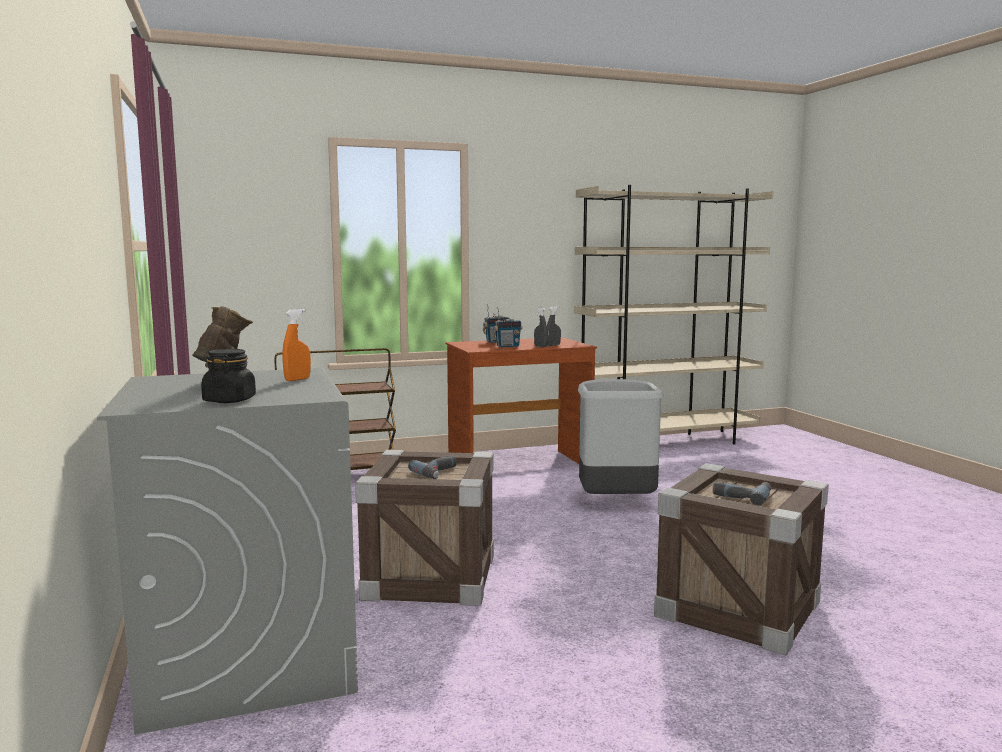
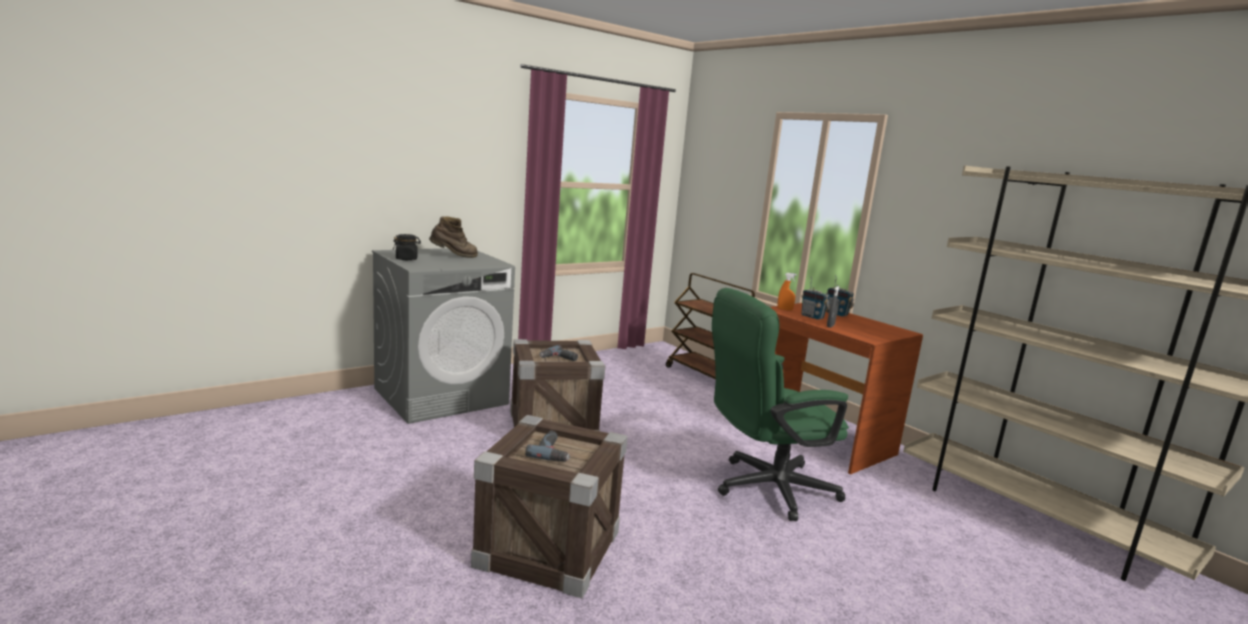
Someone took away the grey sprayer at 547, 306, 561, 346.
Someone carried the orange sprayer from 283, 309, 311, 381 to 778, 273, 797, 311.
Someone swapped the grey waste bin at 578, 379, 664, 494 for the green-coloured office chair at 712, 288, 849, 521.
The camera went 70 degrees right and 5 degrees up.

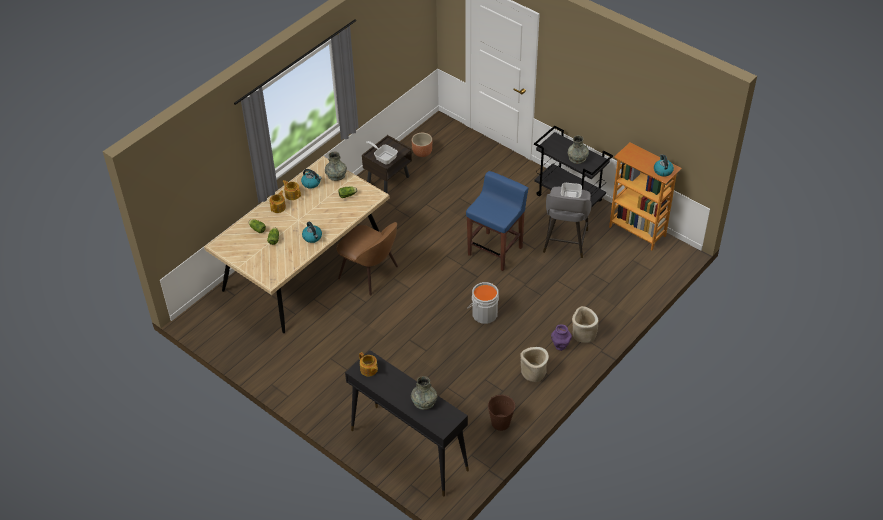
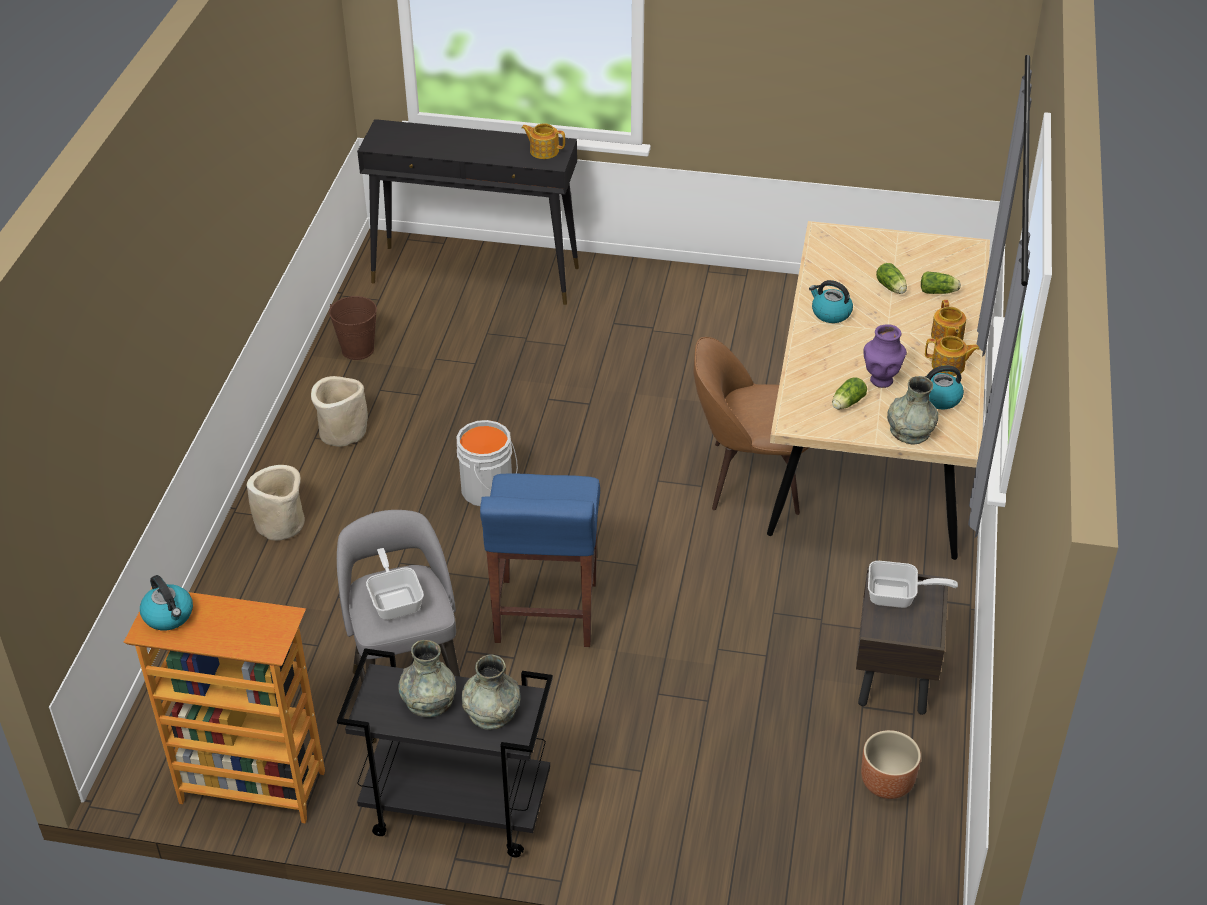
Someone carried the grey vase from 411, 376, 437, 410 to 462, 655, 521, 730.
Someone carried the purple vase from 551, 324, 572, 351 to 864, 325, 907, 388.
The camera went 150 degrees right and 5 degrees down.

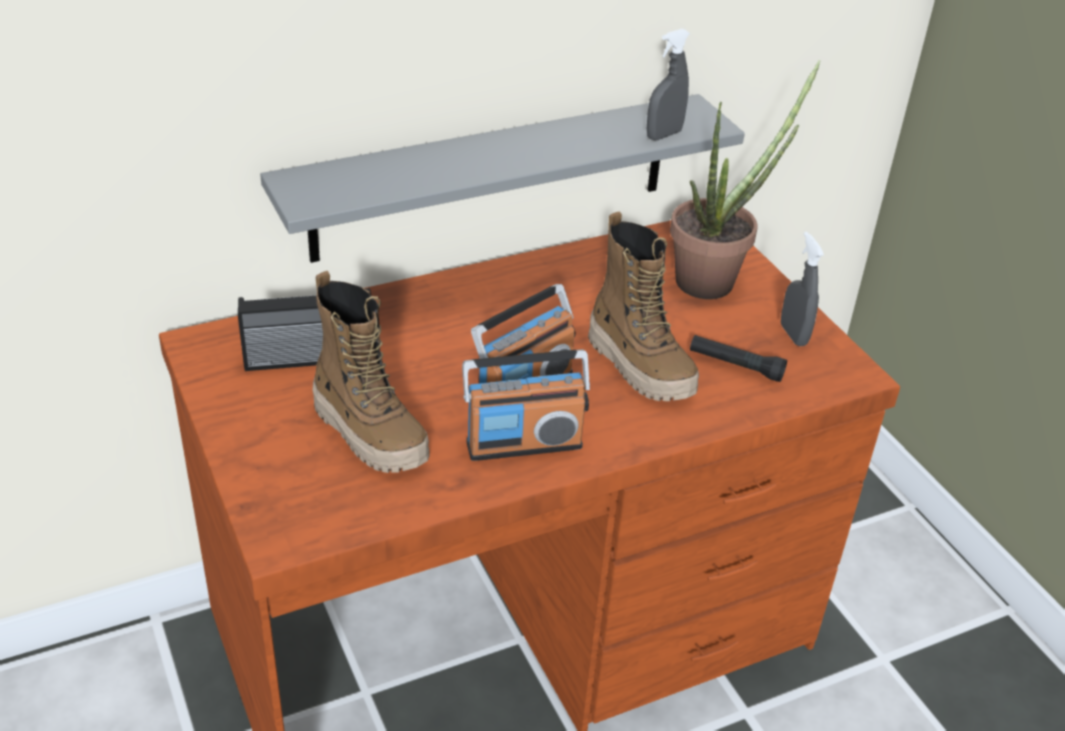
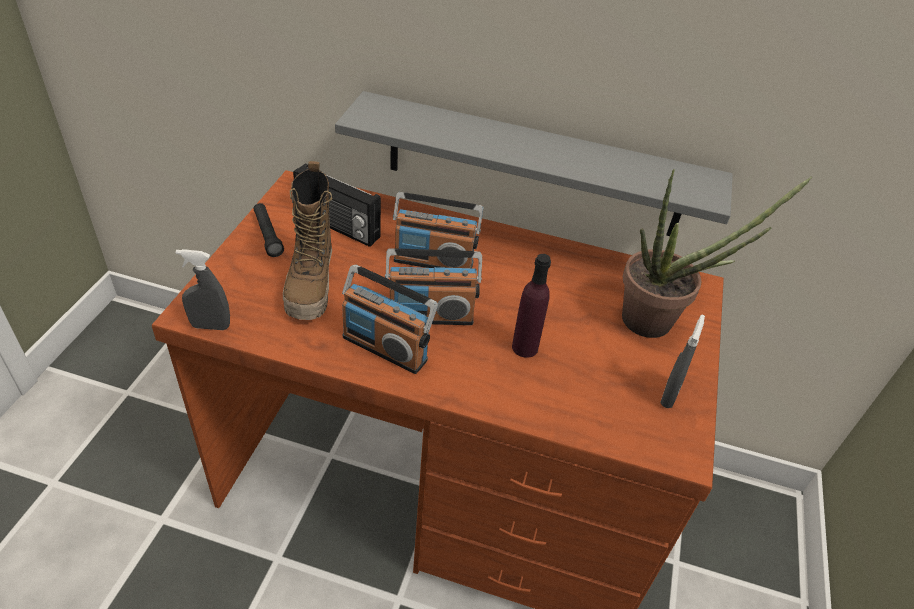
Someone put down the radio receiver at 393, 192, 483, 268.
Someone carried the grey sprayer from 647, 28, 690, 141 to 176, 249, 230, 330.
Someone carried the blackish torch from 690, 335, 787, 382 to 253, 203, 284, 257.
Someone swapped the boot at 588, 211, 699, 401 for the purple beverage bottle at 512, 254, 551, 358.
The camera went 40 degrees right and 5 degrees up.

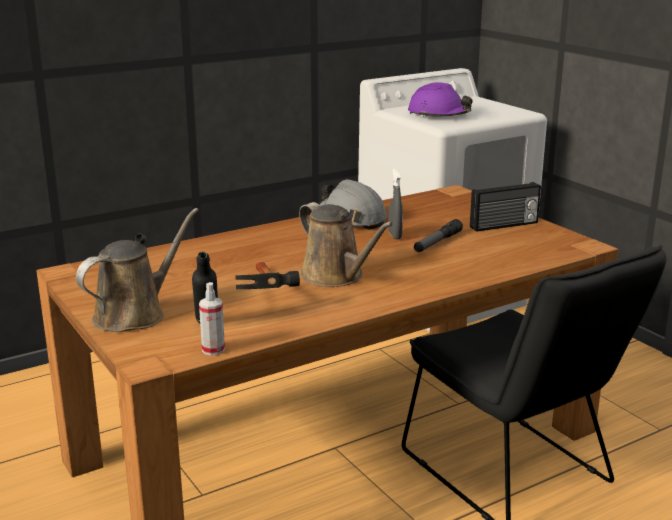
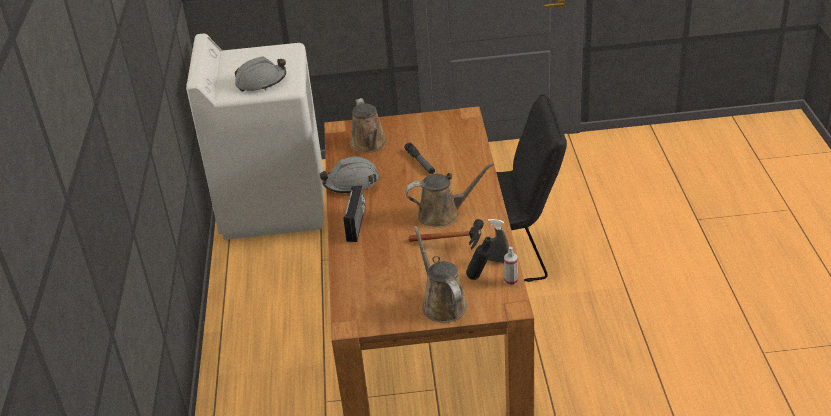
Someone put down the brown-coloured sprinkling can at 350, 98, 387, 153.
Someone carried the grey sprayer from 388, 169, 403, 240 to 488, 219, 509, 263.
Someone carried the radio receiver from 470, 182, 541, 232 to 343, 186, 365, 242.
Someone repainted the purple hard hat at 408, 82, 473, 118, which became the grey hard hat at 235, 56, 286, 92.
The camera went 60 degrees left and 15 degrees up.

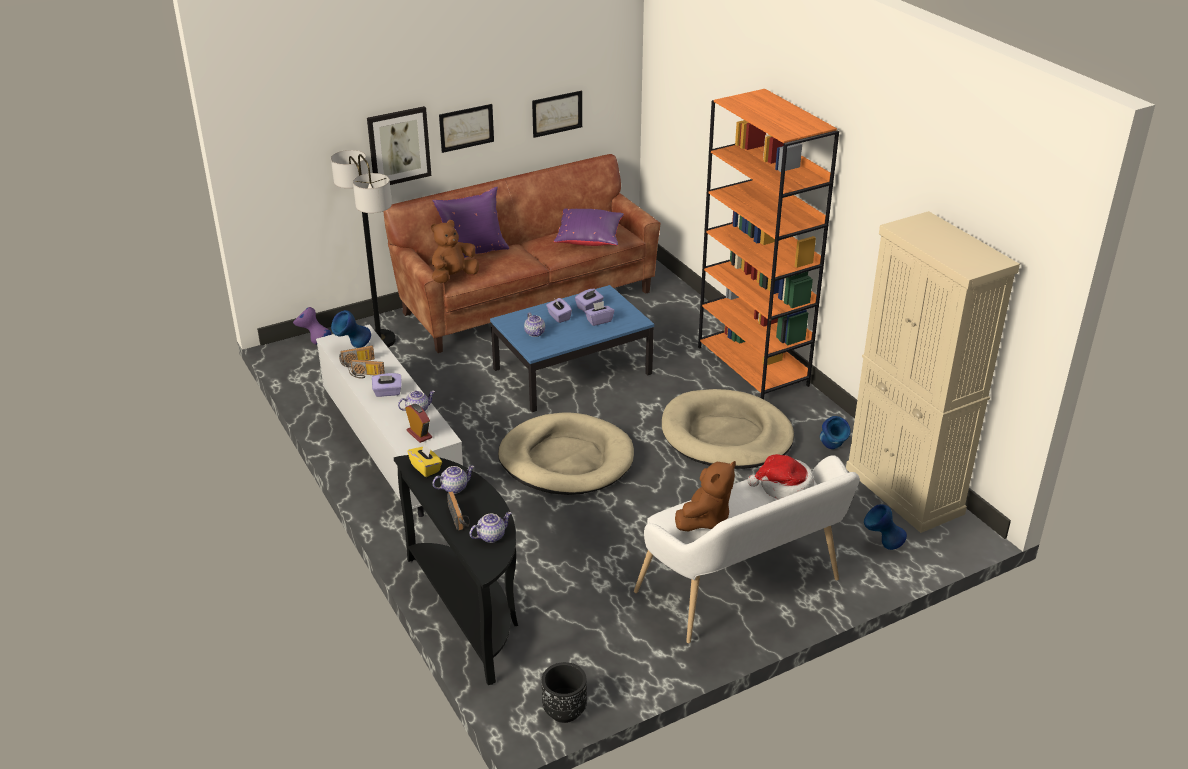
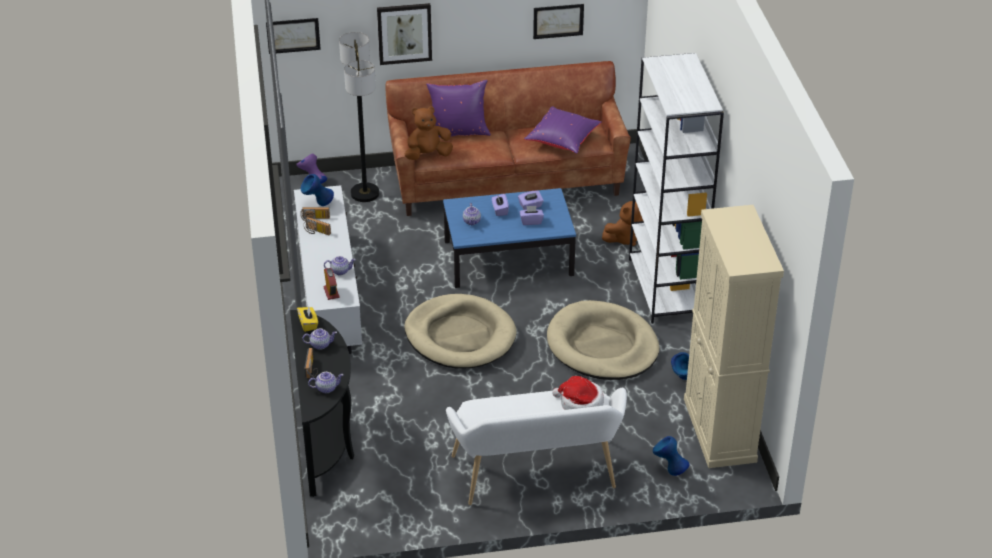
Someone took away the purple tissue box at 372, 373, 402, 397.
Someone took away the blackish planter at 542, 662, 587, 723.
Someone carried the picture from 439, 104, 494, 153 to 266, 18, 321, 54.
Someone carried the brown-coloured cuddly toy from 675, 461, 736, 531 to 602, 201, 643, 246.
Someone repainted the orange bookshelf at 698, 89, 839, 399, which became the white-coloured bookshelf at 629, 53, 724, 324.
The camera went 20 degrees right and 5 degrees up.

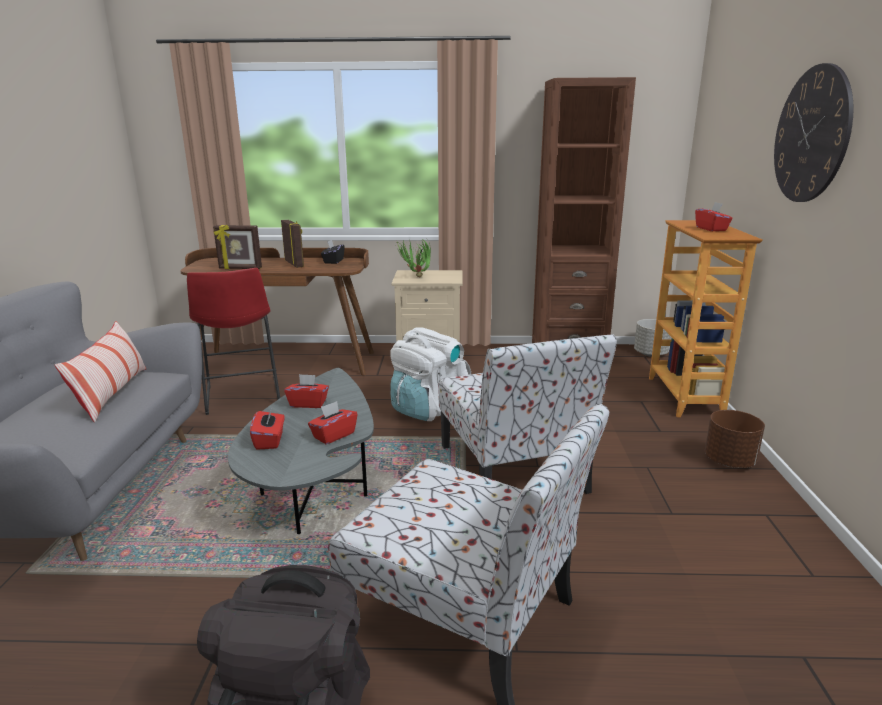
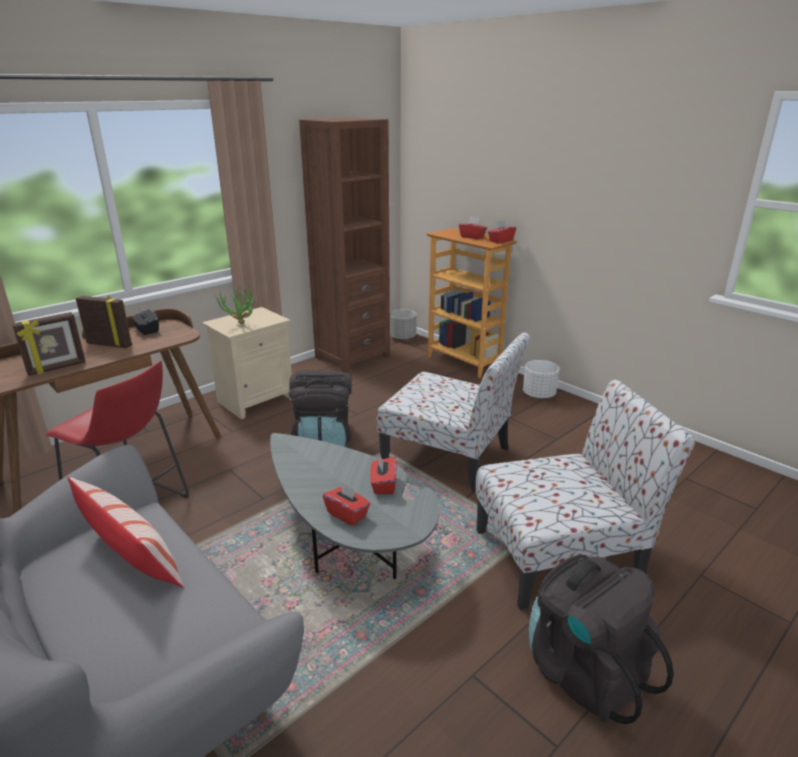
Someone took away the wall clock at 774, 63, 853, 202.
Someone carried the red tissue box from 284, 374, 329, 408 to 488, 220, 516, 244.
Someone repainted the white-coloured knapsack at 390, 327, 471, 421, which became the blackish knapsack at 288, 370, 352, 447.
Someone repainted the brown-coloured planter at 705, 410, 765, 468, which became the white-coloured planter at 523, 360, 559, 398.
The camera went 45 degrees left and 5 degrees up.

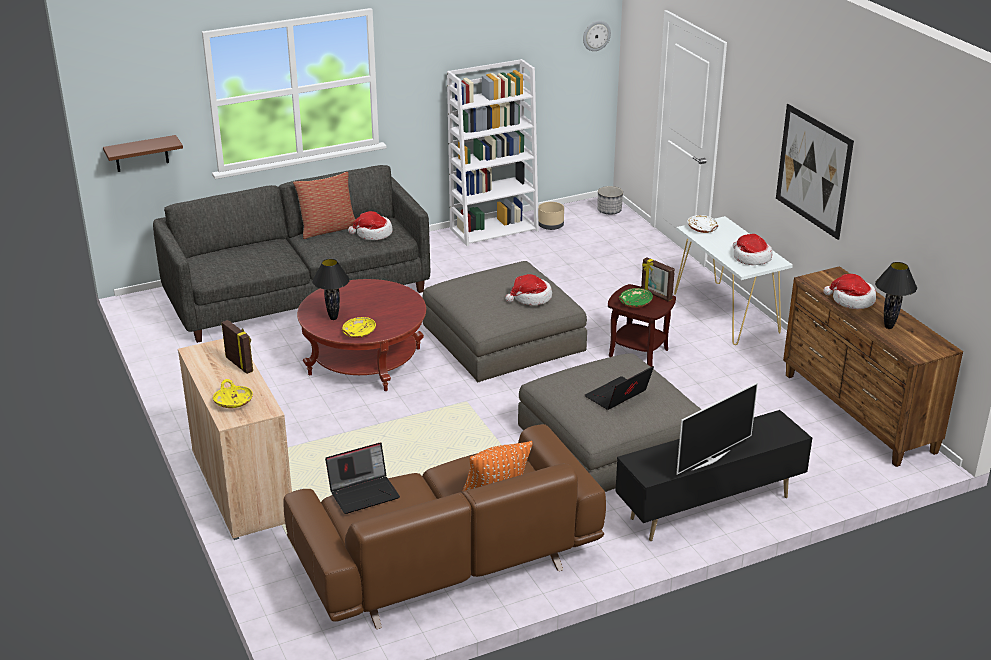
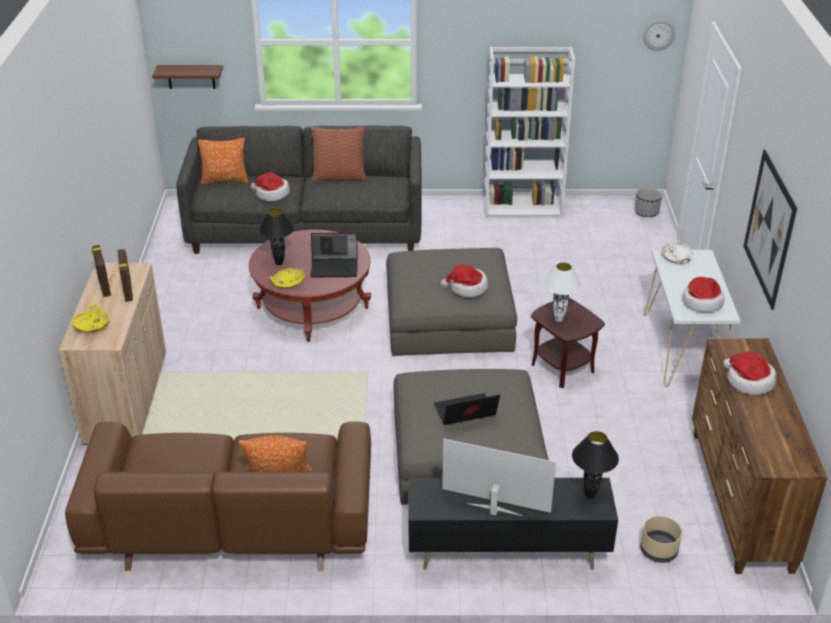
Someone put down the orange throw pillow at 198, 138, 248, 185.
Someone carried the laptop from 325, 442, 400, 514 to 311, 233, 358, 277.
Someone carried the clothing hat from 348, 211, 393, 240 to 251, 172, 290, 201.
Someone carried the beige planter from 538, 202, 564, 230 to 640, 516, 682, 563.
Someone carried the photo frame from 641, 257, 675, 302 to 92, 245, 111, 297.
Someone carried the blackish lamp for a table from 875, 262, 917, 329 to 572, 431, 619, 499.
Someone swapped the green-coloured bowl at 619, 288, 653, 307 for the white-coloured lamp for a table at 543, 262, 581, 322.
Someone rotated the television at 676, 383, 758, 475 by 150 degrees counterclockwise.
The camera went 25 degrees right and 5 degrees up.

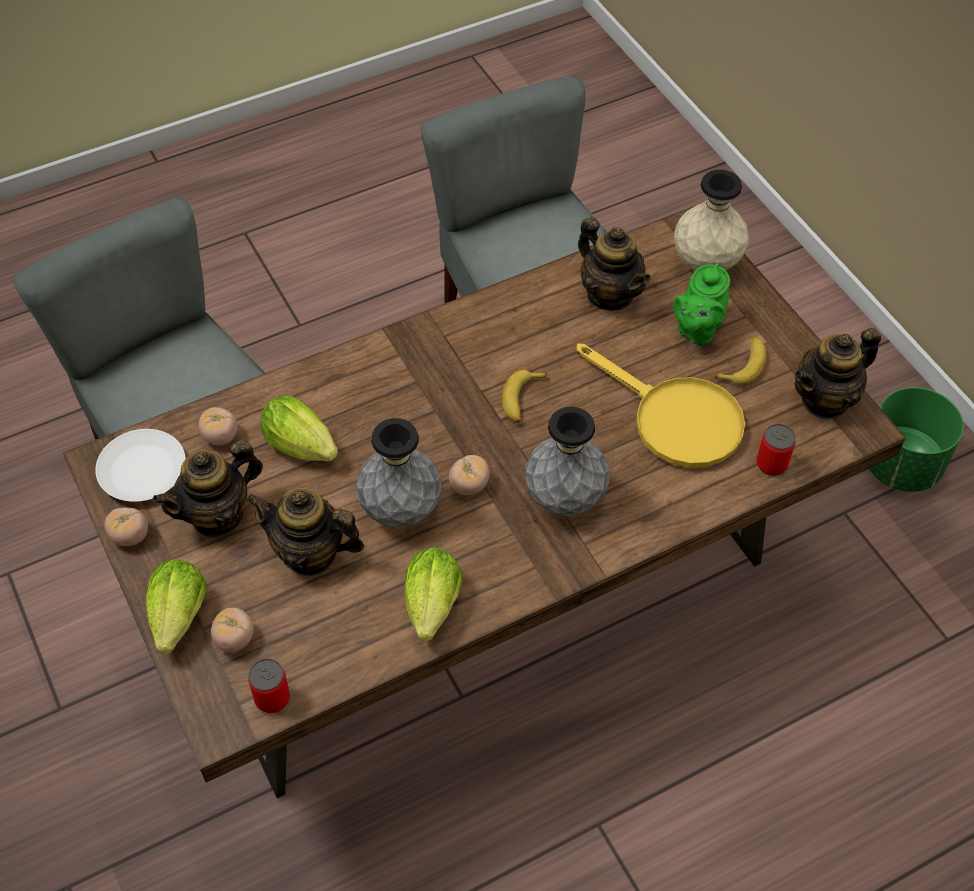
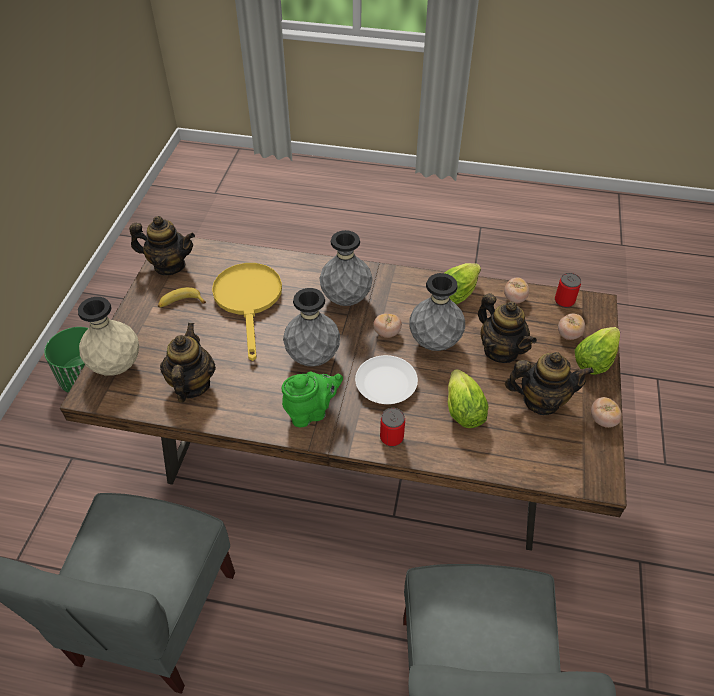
Someone carried the white-coloured flat dish from 95, 429, 186, 502 to 355, 355, 418, 404.
Someone carried the whole tomato from 198, 407, 238, 446 to 504, 278, 529, 304.
Someone carried the green-coloured tea pot from 673, 263, 730, 346 to 282, 372, 343, 427.
Someone carried the metal can from 756, 424, 796, 476 to 380, 408, 405, 447.
Someone swapped the banana fruit at 502, 370, 547, 423 for the grey vase at 283, 288, 340, 367.
The camera went 140 degrees left and 5 degrees down.

